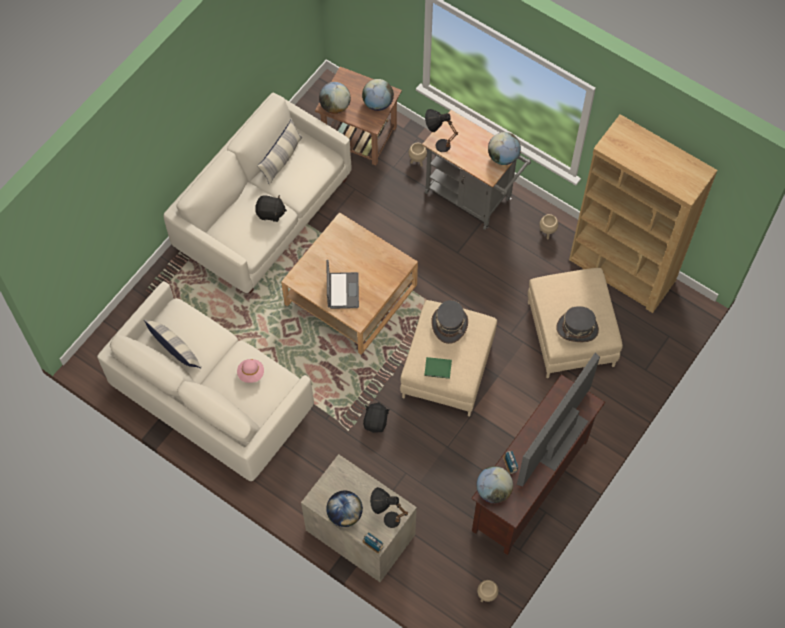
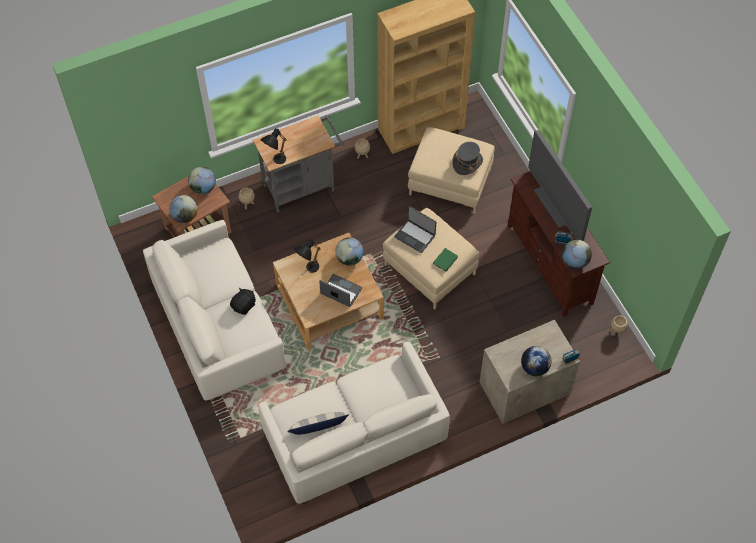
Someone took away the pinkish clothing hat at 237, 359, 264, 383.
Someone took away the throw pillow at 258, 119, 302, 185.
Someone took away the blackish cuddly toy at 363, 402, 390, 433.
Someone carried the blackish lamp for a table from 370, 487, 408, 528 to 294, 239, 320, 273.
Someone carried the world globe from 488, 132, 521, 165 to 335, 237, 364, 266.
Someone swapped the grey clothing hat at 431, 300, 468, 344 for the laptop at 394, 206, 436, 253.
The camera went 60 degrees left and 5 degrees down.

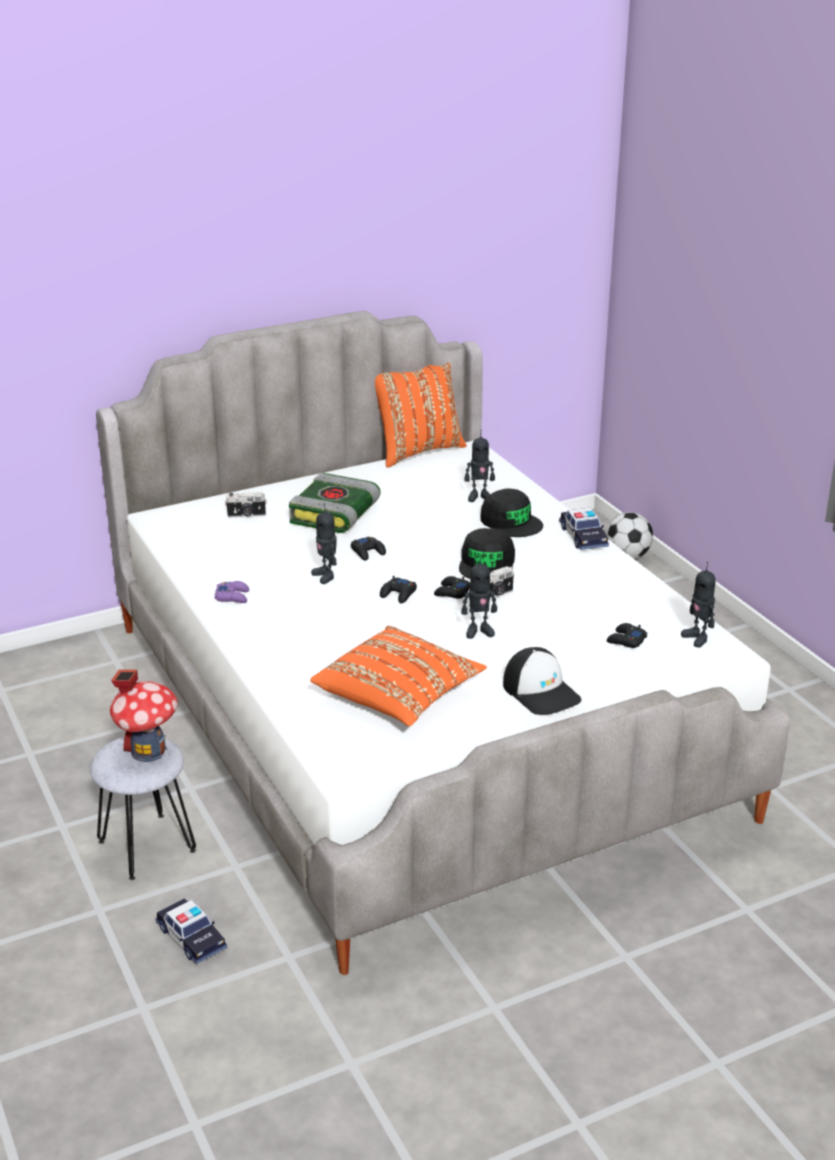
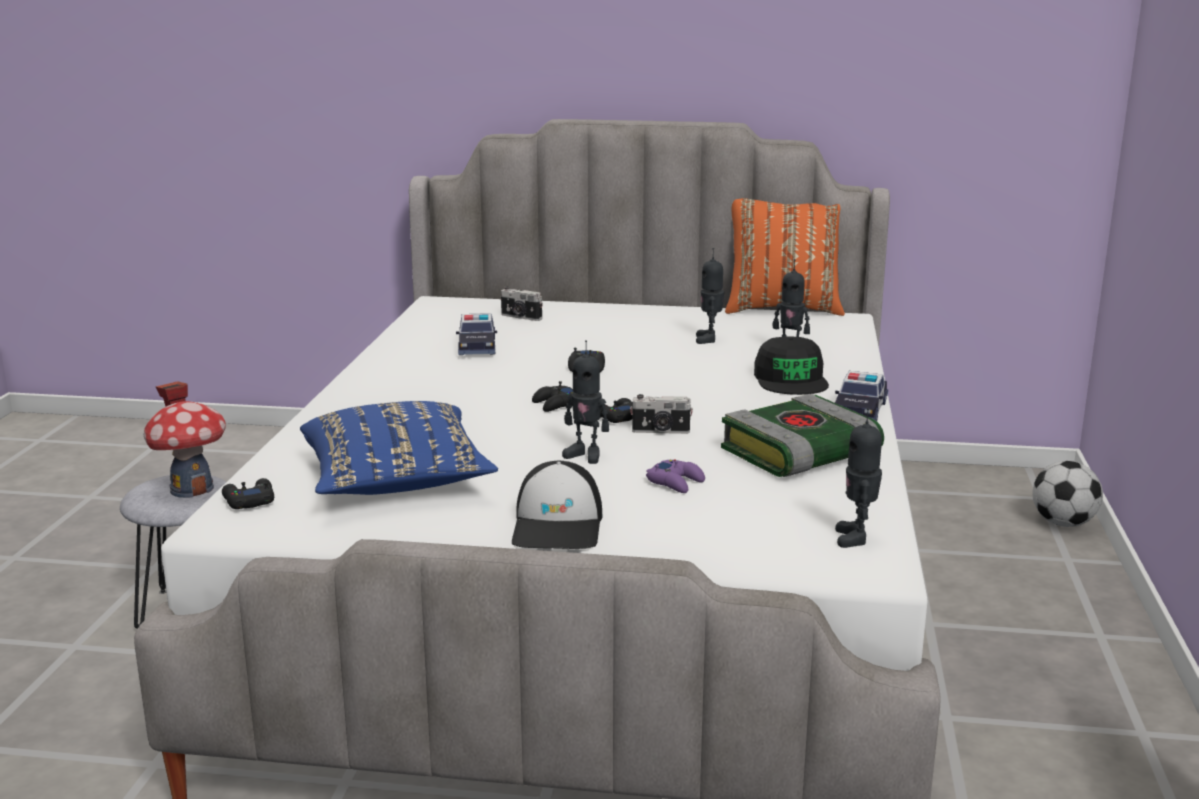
Someone took away the blackish baseball cap at 459, 528, 515, 579.
Someone carried the toy car from 156, 899, 227, 964 to 456, 313, 497, 355.
Someone carried the purple game controller from 215, 581, 249, 603 to 646, 459, 705, 493.
Someone carried the bound book from 289, 473, 381, 533 to 721, 394, 884, 477.
Someone carried the toy robot from 311, 503, 337, 584 to 696, 248, 724, 344.
Someone carried the blackish game controller from 607, 623, 647, 648 to 222, 478, 274, 509.
Someone repainted the orange throw pillow at 310, 626, 487, 726, which became the blue-coloured throw pillow at 300, 401, 498, 495.
The camera went 35 degrees right and 10 degrees down.

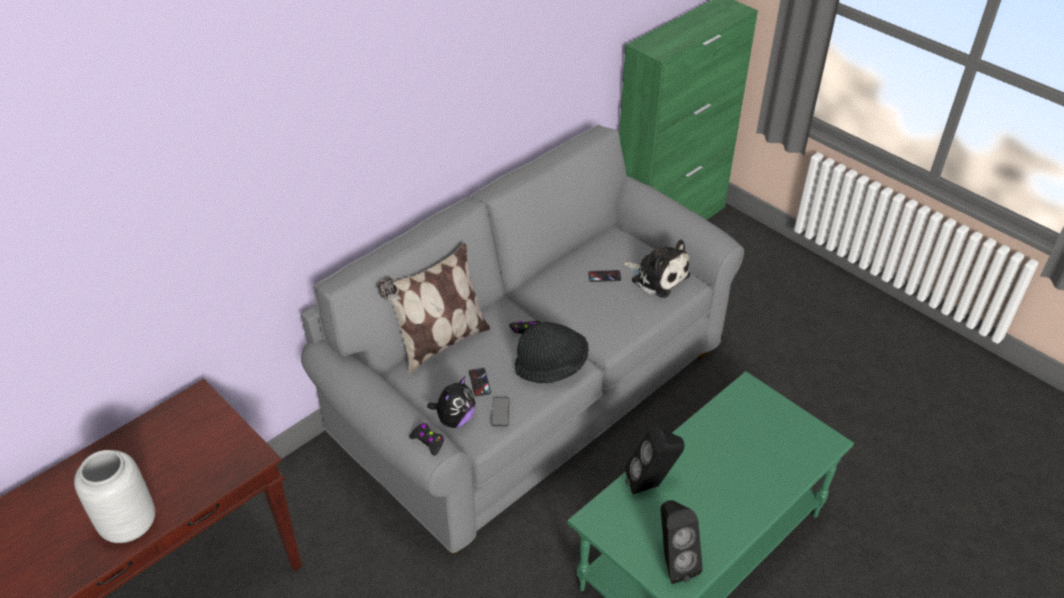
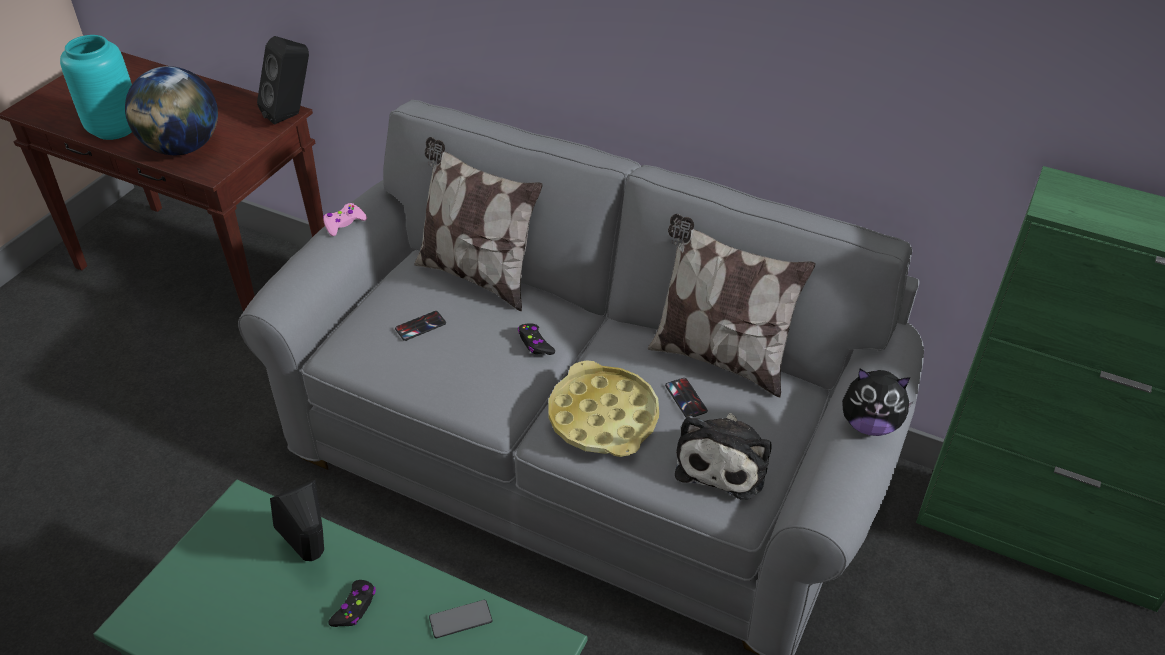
Someone took away the blackish clothing hat at 515, 322, 589, 384.
Someone put down the world globe at 125, 66, 218, 155.
Someone put down the pinkish game controller at 323, 203, 367, 236.
Someone put down the yellow serving tray at 548, 360, 659, 457.
Someone put down the throw pillow at 647, 214, 816, 397.
Someone carried the blackish game controller from 409, 423, 444, 456 to 328, 580, 376, 627.
Someone carried the cuddly toy from 427, 376, 475, 428 to 842, 369, 914, 436.
Someone carried the telephone from 491, 397, 510, 426 to 429, 600, 493, 638.
Someone carried the blackish speaker from 661, 500, 703, 584 to 257, 36, 309, 125.
Someone repainted the grey vase at 74, 450, 155, 543, which became the turquoise-coloured vase at 60, 35, 132, 140.
The camera went 70 degrees right and 0 degrees up.

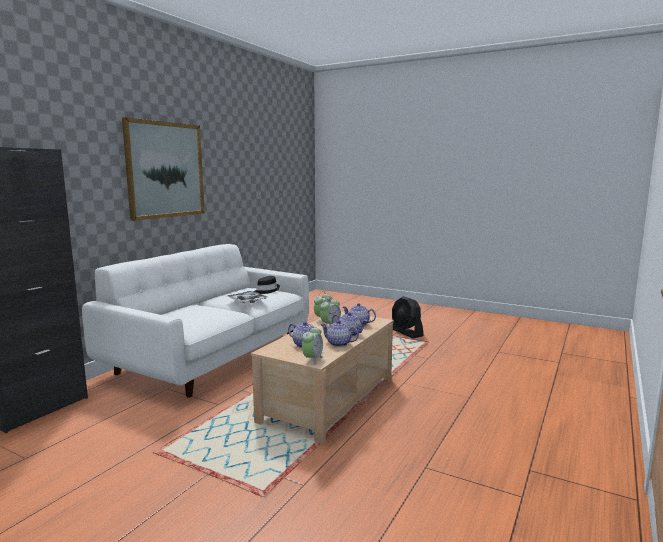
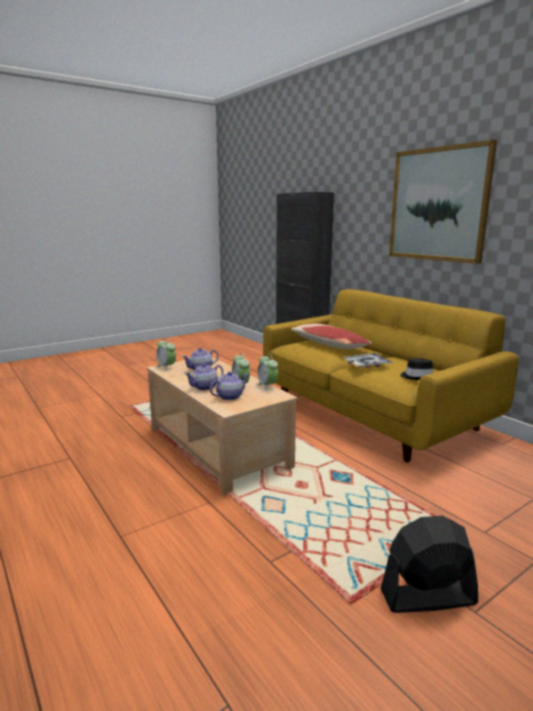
Someone took away the tea pot at 320, 320, 359, 347.
Someone put down the throw pillow at 291, 324, 372, 349.
Someone repainted the white-coloured settee at 82, 244, 309, 398, which became the yellow settee at 263, 289, 519, 463.
The camera went 115 degrees right and 5 degrees up.

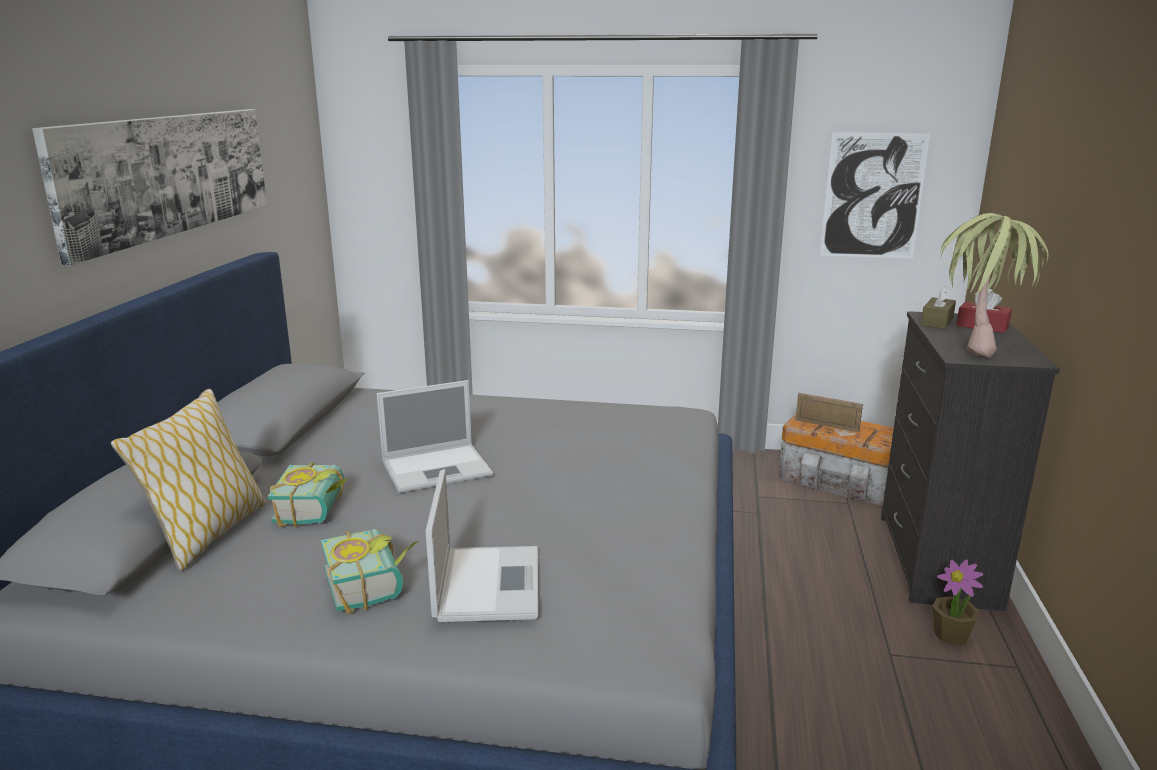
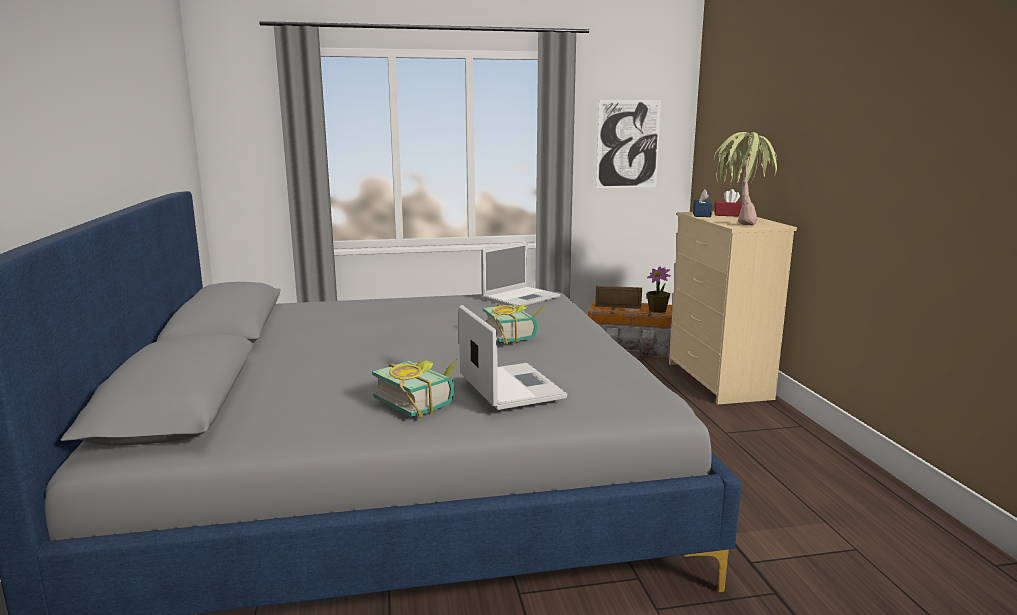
Someone took away the picture at 32, 109, 267, 265.
Someone took away the throw pillow at 111, 389, 267, 571.
Someone carried the bound book from 268, 462, 348, 527 to 483, 304, 546, 344.
Someone carried the laptop from 376, 380, 493, 493 to 481, 242, 560, 306.
Someone carried the potted plant from 932, 559, 983, 646 to 647, 266, 671, 313.
Someone repainted the blackish chest of drawers at 881, 311, 1060, 611, which became the beige chest of drawers at 669, 211, 797, 404.
Someone repainted the brown-coloured tissue box at 921, 285, 956, 329, which became the blue-coloured tissue box at 693, 190, 712, 217.
The camera went 20 degrees left and 5 degrees down.

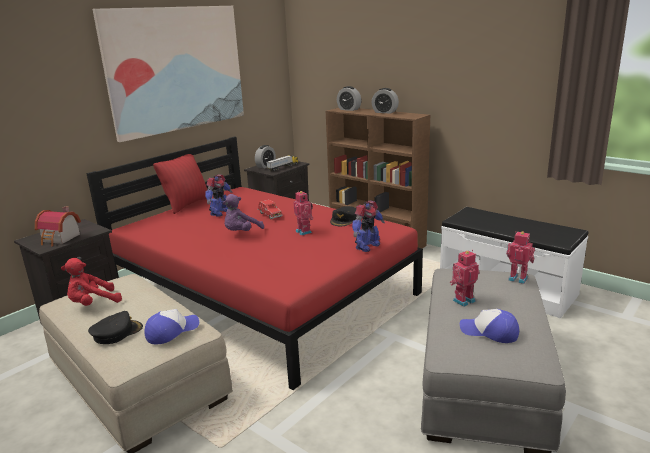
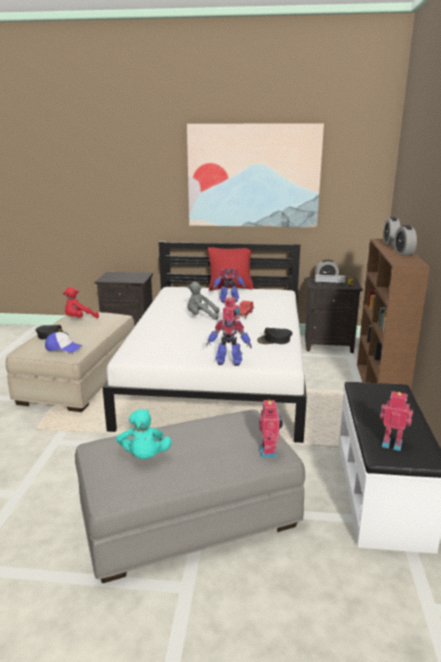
Someone took away the toy house at 35, 206, 81, 246.
Someone carried the toy robot from 450, 250, 480, 307 to 380, 391, 413, 451.
Someone swapped the baseball cap at 460, 309, 519, 343 for the turquoise-coloured cuddly toy at 116, 409, 172, 459.
Someone repainted the red sleeping bed at 86, 137, 423, 390, which became the white-coloured sleeping bed at 102, 241, 307, 443.
Someone repainted the purple cuddly toy at 223, 194, 264, 231, which became the grey cuddly toy at 187, 282, 219, 320.
Someone rotated the red cuddly toy at 61, 258, 122, 306 by 60 degrees counterclockwise.
The camera went 55 degrees right and 0 degrees up.

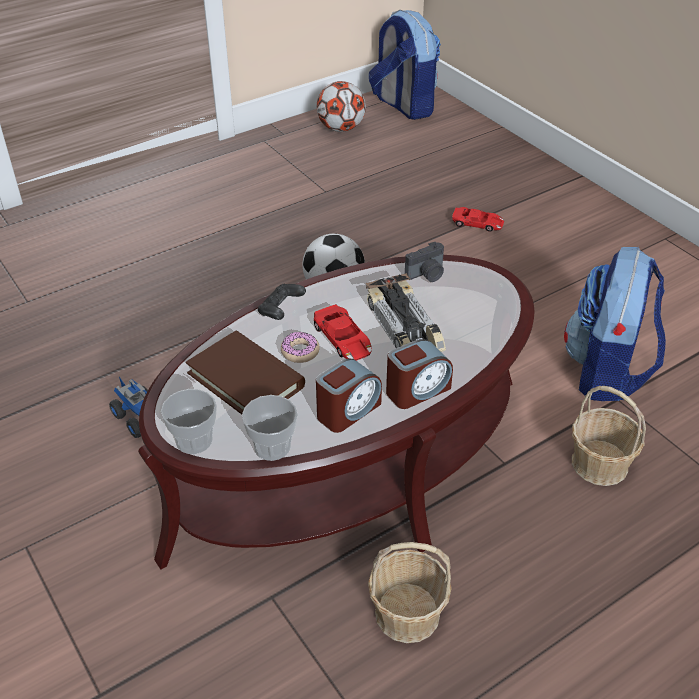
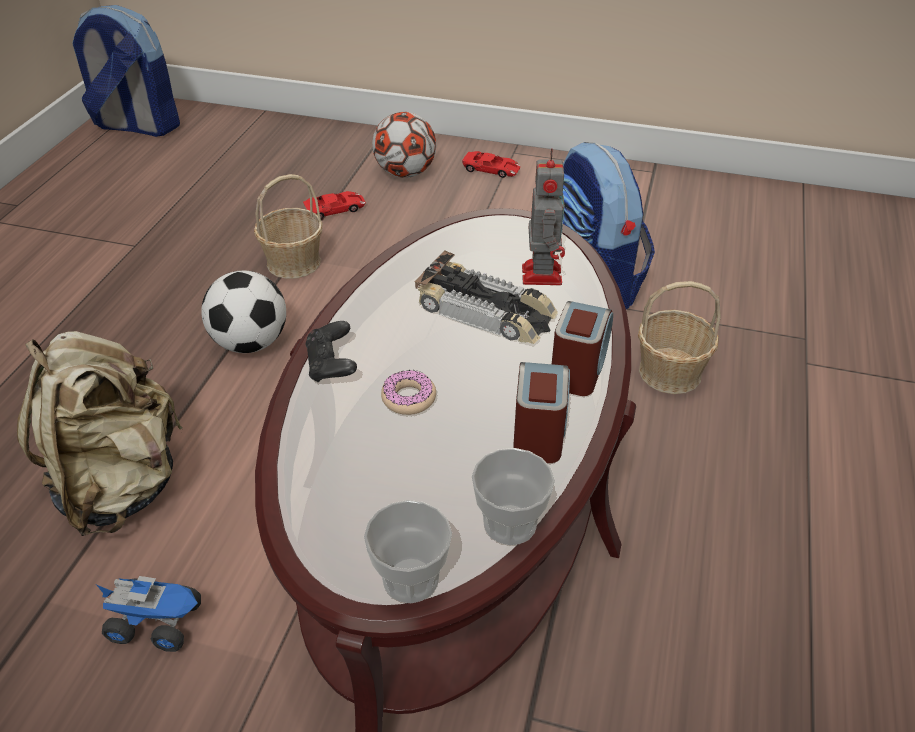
Someone took away the brown-coloured bound book at 186, 331, 305, 414.
Someone took away the still camera at 405, 242, 444, 282.
Someone put down the beige knapsack at 17, 331, 183, 536.
Someone put down the toy robot at 522, 148, 565, 285.
Someone carried the red toy car from 314, 304, 372, 361 to 462, 151, 520, 178.
Someone carried the football from 317, 81, 366, 132 to 372, 112, 436, 178.
Someone carried the storage basket from 368, 542, 452, 643 to 254, 174, 323, 279.
The camera went 40 degrees left and 0 degrees up.

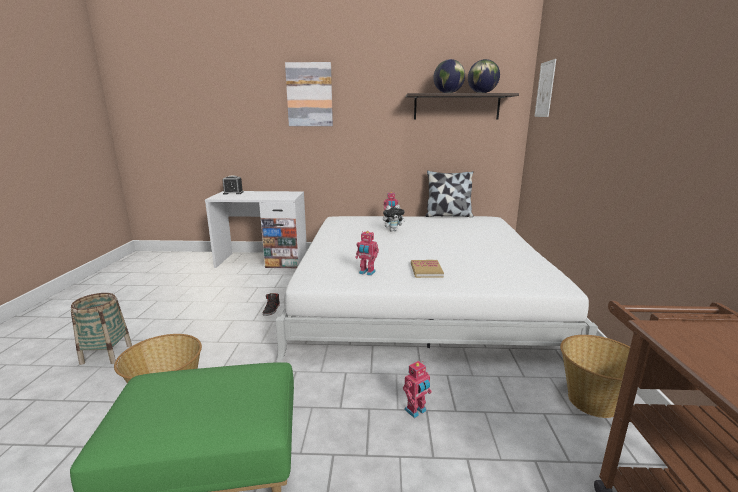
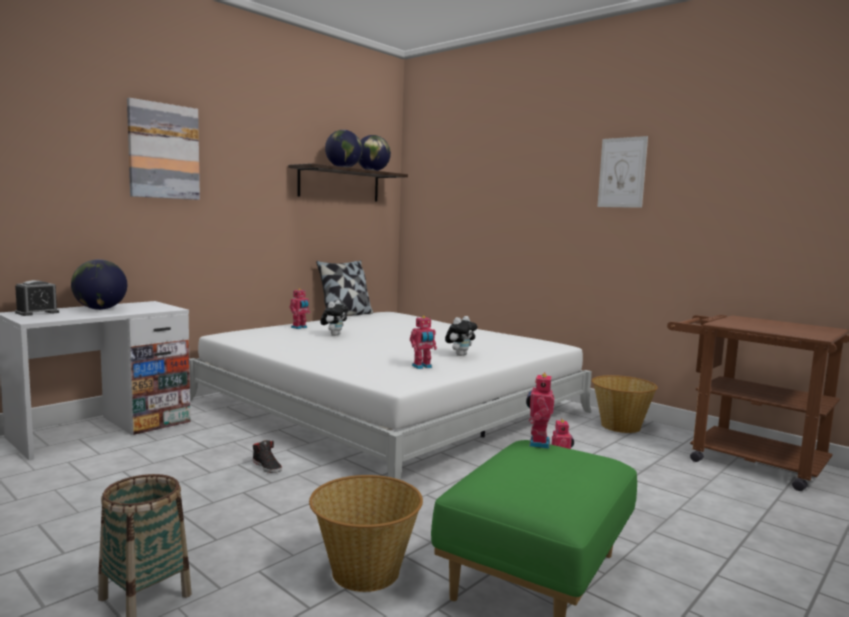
Someone put down the world globe at 71, 259, 127, 310.
Someone put down the toy robot at 526, 372, 554, 449.
Someone carried the picture from 534, 59, 556, 117 to 597, 136, 648, 208.
Someone swapped the bound book at 411, 260, 444, 278 for the cuddly toy at 445, 316, 478, 356.
The camera went 50 degrees left and 10 degrees down.

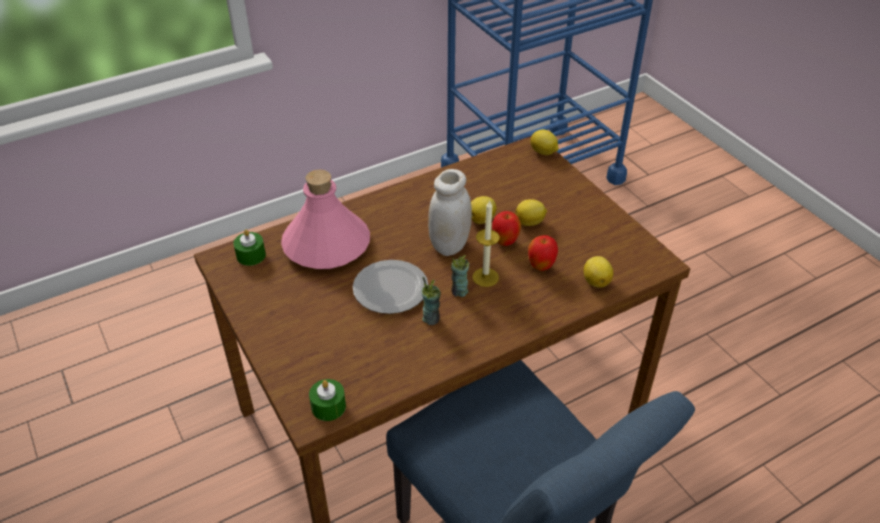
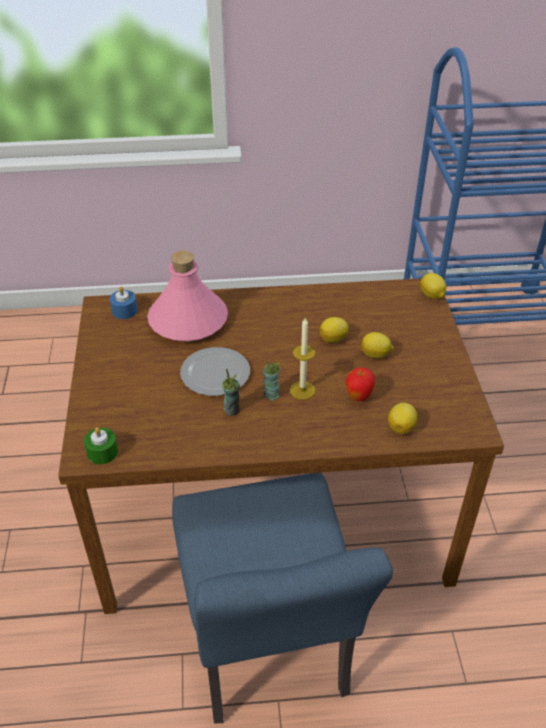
Someone took away the white-coloured jar at 428, 169, 472, 256.
Someone took away the apple fruit at 492, 211, 521, 246.
Someone repainted the green-coloured candle at 233, 229, 266, 266, which became the blue-coloured candle at 110, 287, 138, 319.
The camera went 25 degrees right and 0 degrees up.

